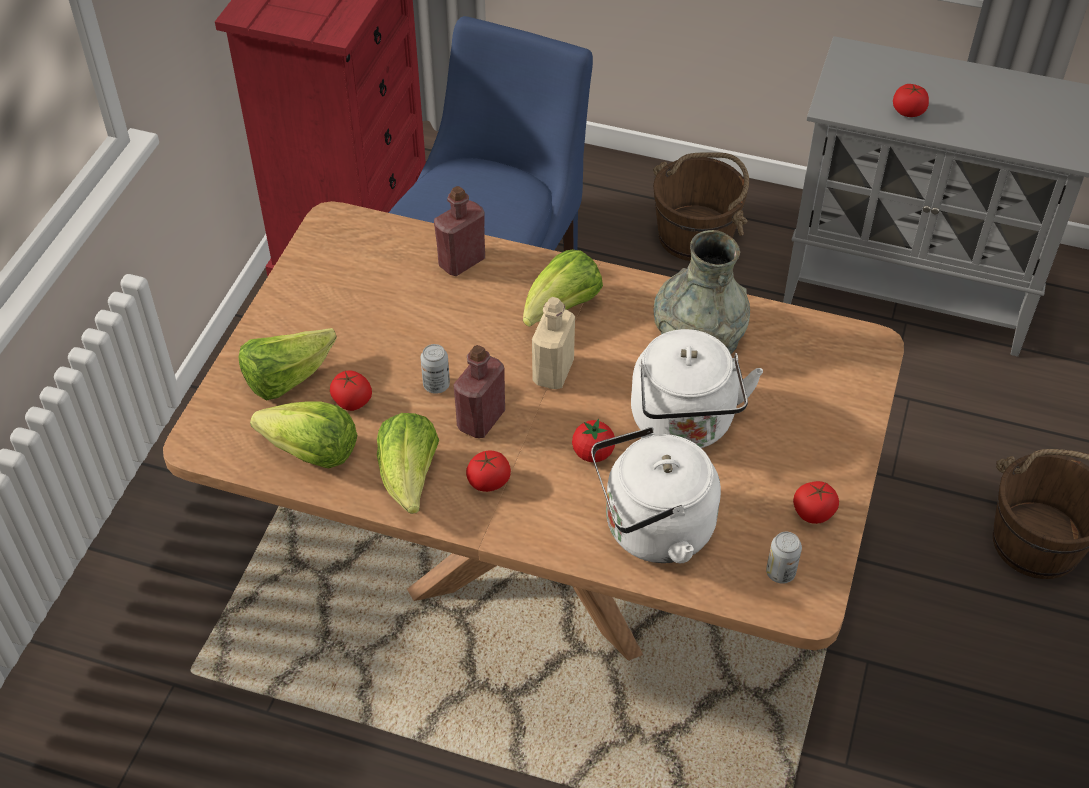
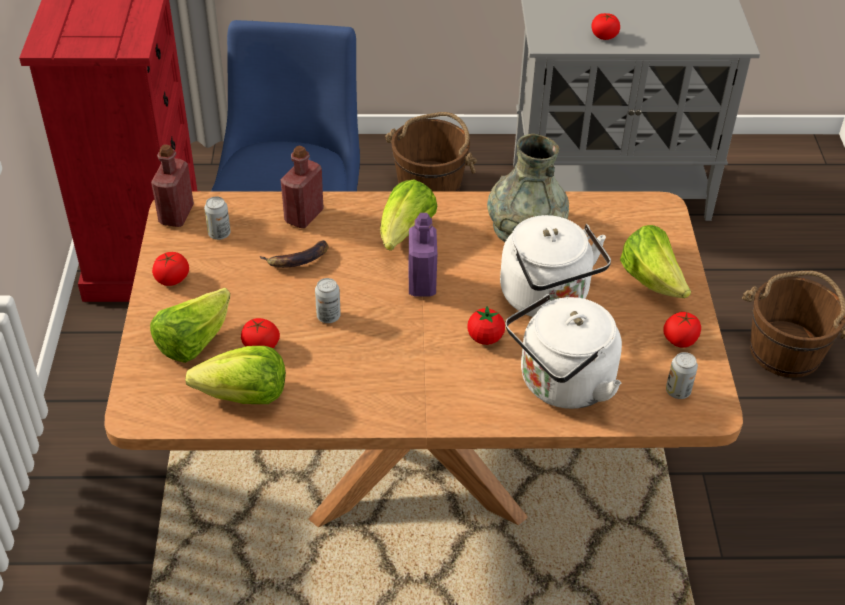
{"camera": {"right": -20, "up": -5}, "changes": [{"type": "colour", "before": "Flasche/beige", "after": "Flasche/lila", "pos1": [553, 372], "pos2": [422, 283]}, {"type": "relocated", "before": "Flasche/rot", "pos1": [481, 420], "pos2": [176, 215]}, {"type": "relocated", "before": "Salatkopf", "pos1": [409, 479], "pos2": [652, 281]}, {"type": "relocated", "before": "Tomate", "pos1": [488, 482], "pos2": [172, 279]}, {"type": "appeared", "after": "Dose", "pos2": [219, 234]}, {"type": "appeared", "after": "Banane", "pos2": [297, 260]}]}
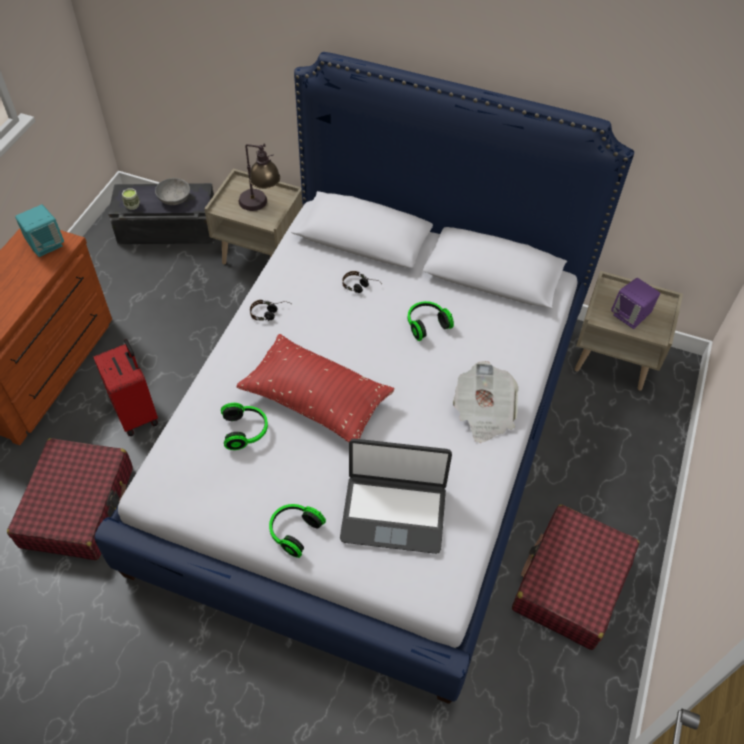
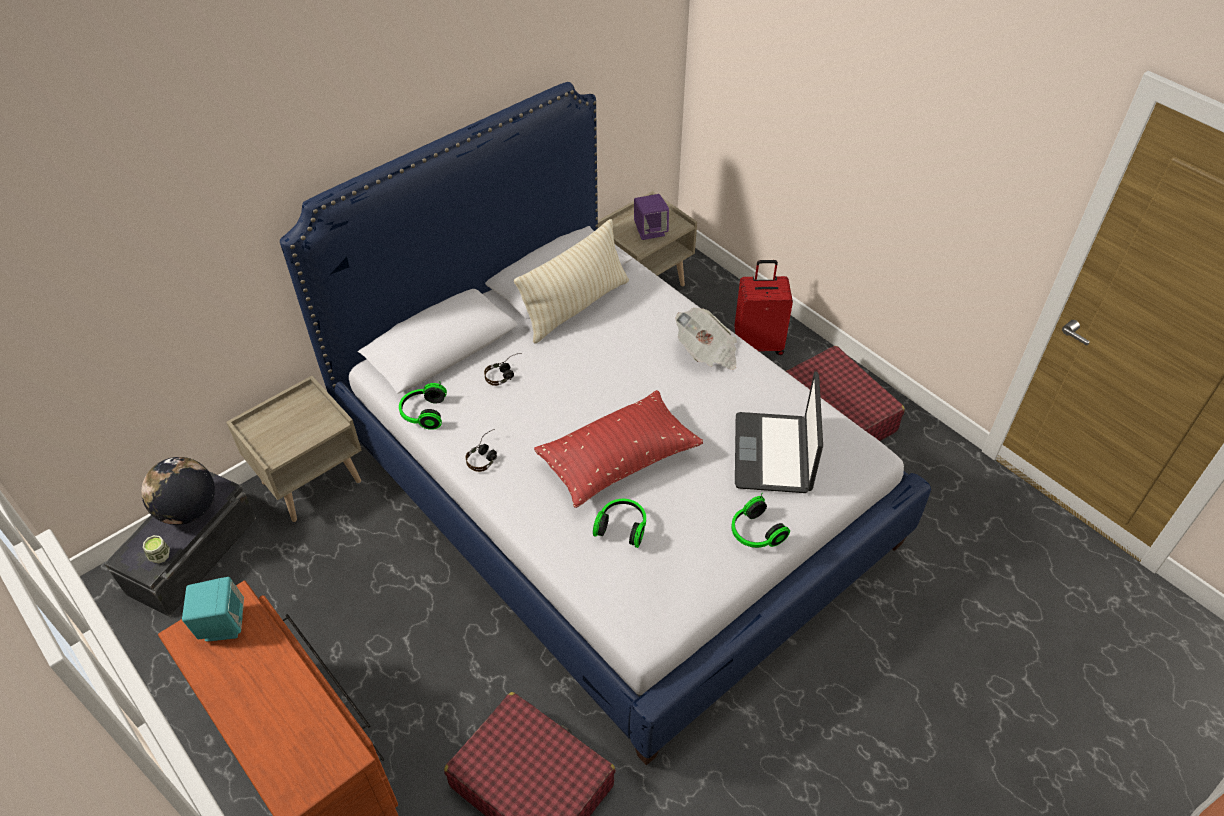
{"camera": {"right": -60, "up": -5}, "changes": [{"type": "missing", "before": "Tischlampe", "pos1": [260, 206]}, {"type": "exchanged", "before": "Schüssel/grau", "after": "Globus", "pos1": [174, 198], "pos2": [188, 510]}, {"type": "relocated", "before": "Kopfhörer", "pos1": [426, 324], "pos2": [423, 413]}, {"type": "relocated", "before": "Koffer/rot", "pos1": [137, 413], "pos2": [758, 344]}, {"type": "spun", "before": "Laptop", "pos1": [393, 513], "pos2": [774, 454], "turn": 150}, {"type": "appeared", "after": "Kissen/beige", "pos2": [575, 306]}]}
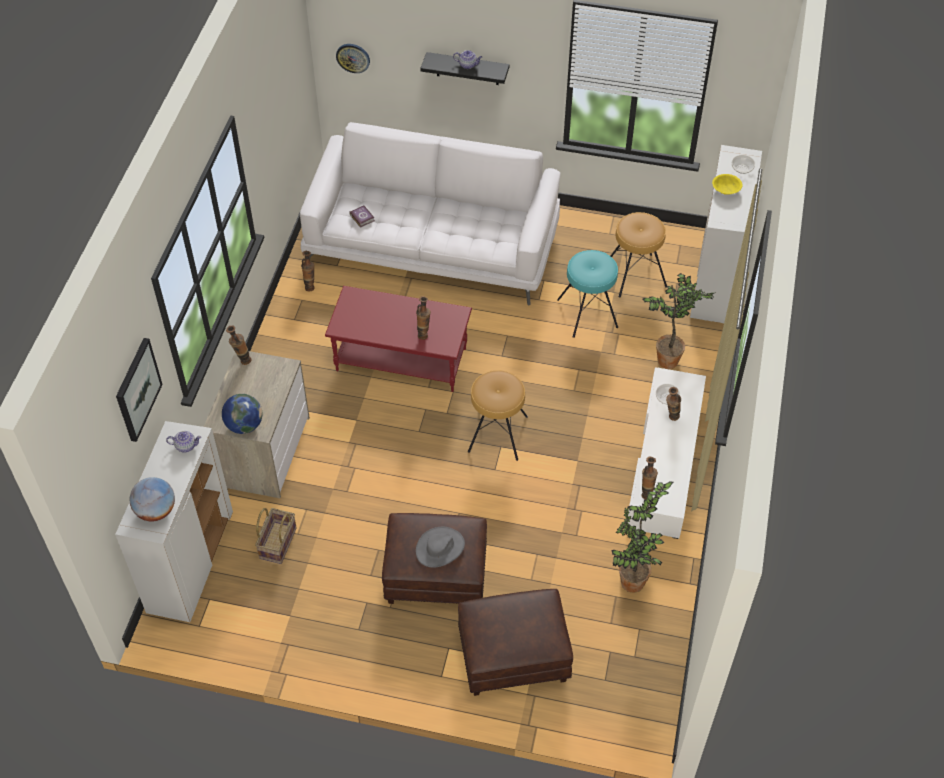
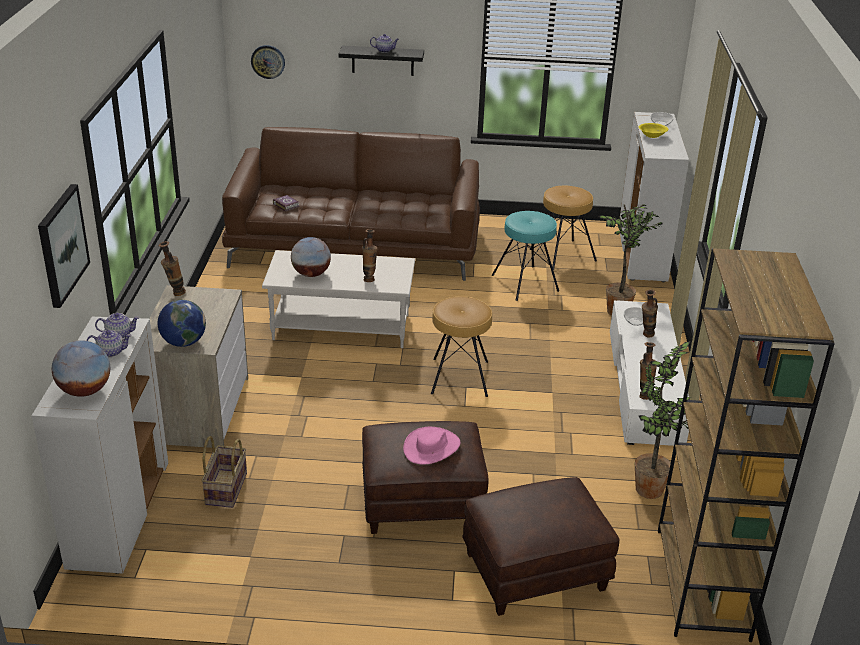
{"camera": {"right": -10, "up": -20}, "changes": [{"type": "colour", "before": "Sofa/weiß", "after": "Sofa/braun", "pos1": [433, 243], "pos2": [356, 244]}, {"type": "missing", "before": "Vase", "pos1": [310, 286]}, {"type": "colour", "before": "Couchtisch/rot", "after": "Couchtisch/weiß", "pos1": [402, 359], "pos2": [342, 326]}, {"type": "colour", "before": "Hut/grau", "after": "Hut/rosa", "pos1": [440, 548], "pos2": [432, 447]}, {"type": "appeared", "after": "Globus", "pos2": [311, 274]}, {"type": "appeared", "after": "Bücherregal/braun", "pos2": [703, 584]}, {"type": "appeared", "after": "Teekanne", "pos2": [111, 352]}]}
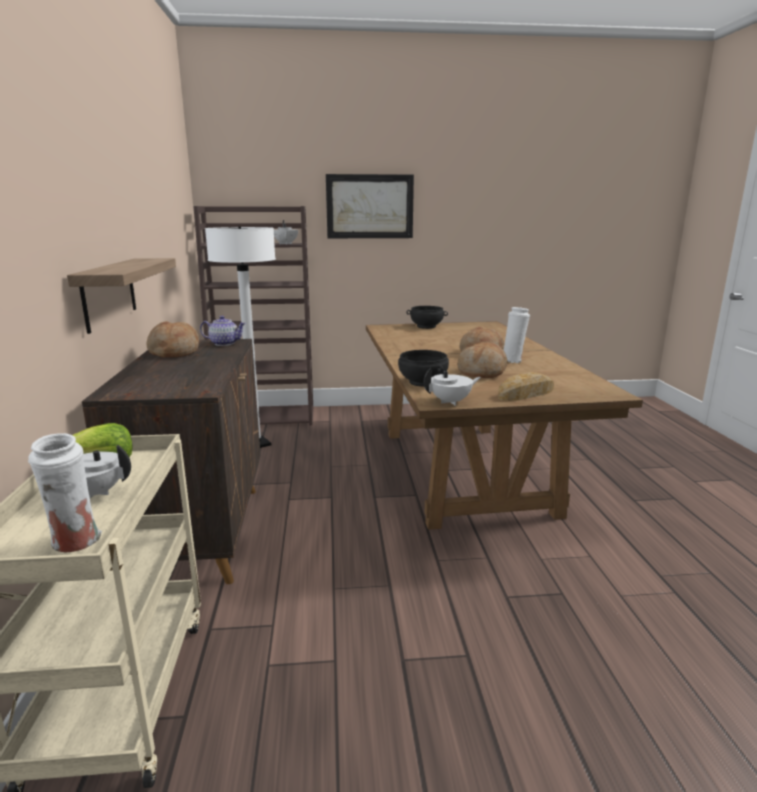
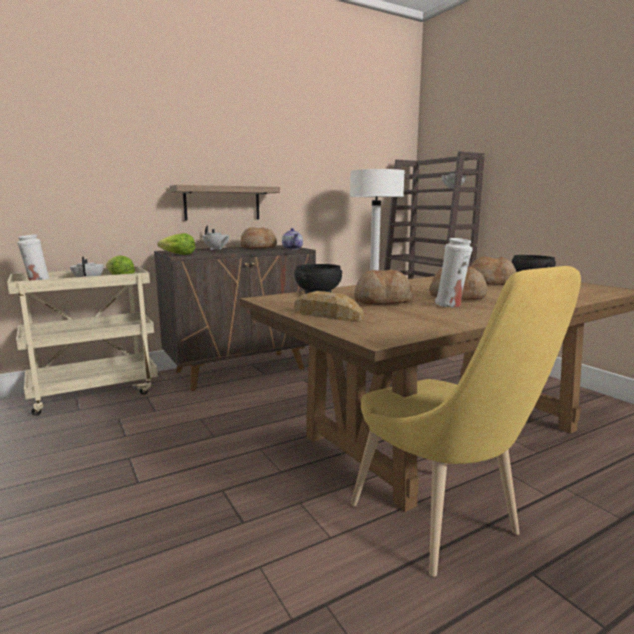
{"camera": {"right": 65, "up": -5}, "changes": [{"type": "missing", "before": "Bild", "pos1": [369, 206]}, {"type": "relocated", "before": "Teekanne/weiß", "pos1": [451, 402], "pos2": [216, 249]}, {"type": "appeared", "after": "Salatkopf", "pos2": [177, 255]}, {"type": "appeared", "after": "Brot", "pos2": [491, 282]}, {"type": "appeared", "after": "Stuhl/gelb", "pos2": [441, 525]}]}
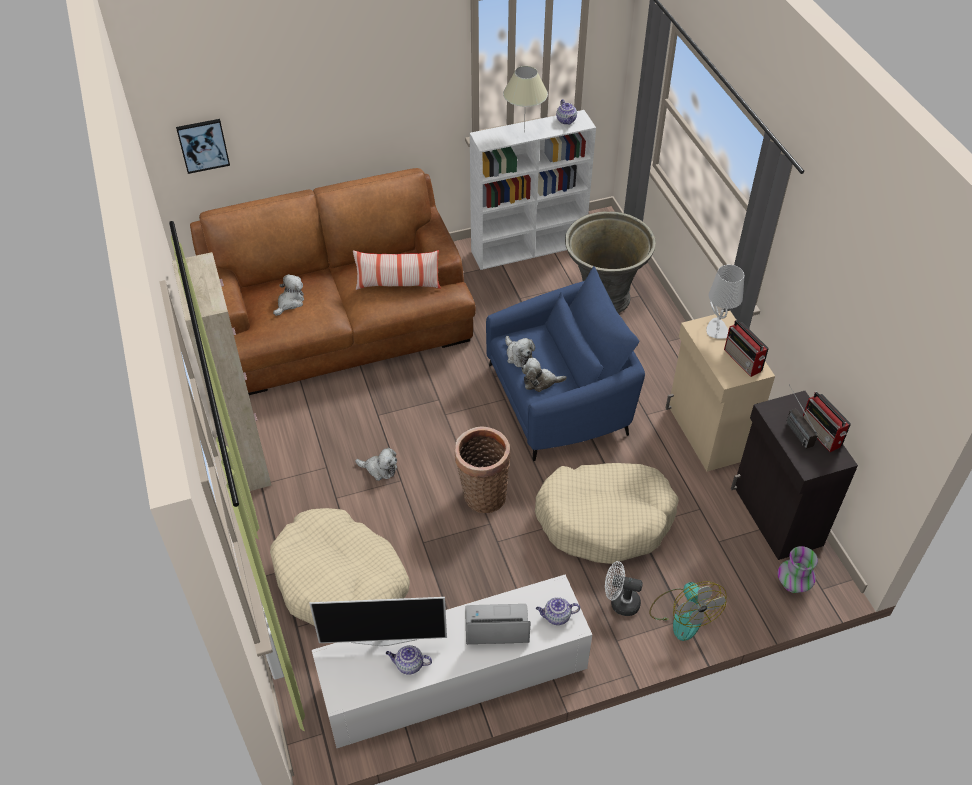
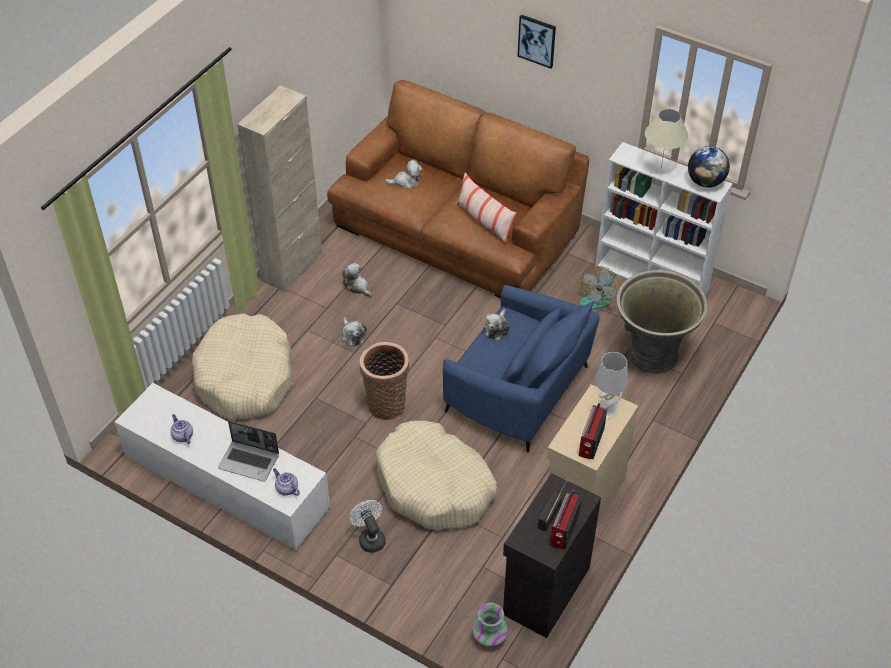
{"camera": {"right": 50, "up": 0}, "changes": [{"type": "exchanged", "before": "Teekanne", "after": "Globus", "pos1": [566, 121], "pos2": [705, 182]}, {"type": "relocated", "before": "Bild", "pos1": [203, 145], "pos2": [537, 40]}, {"type": "relocated", "before": "Plüschtier", "pos1": [540, 382], "pos2": [357, 286]}, {"type": "relocated", "before": "Ventilator", "pos1": [683, 614], "pos2": [599, 297]}, {"type": "missing", "before": "Fernseher", "pos1": [384, 640]}, {"type": "spun", "before": "Laptop", "pos1": [496, 626], "pos2": [250, 461], "turn": 150}]}
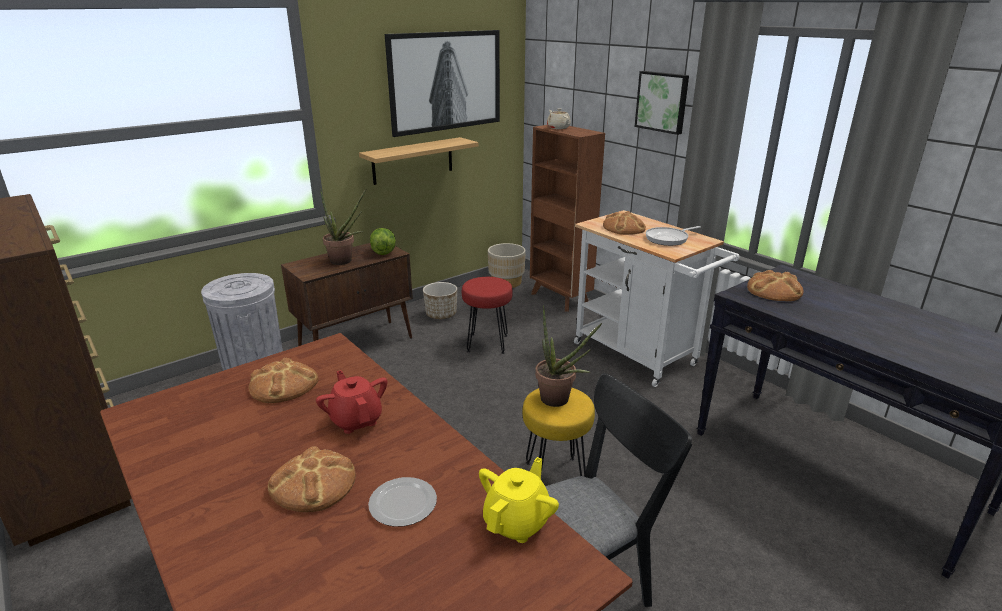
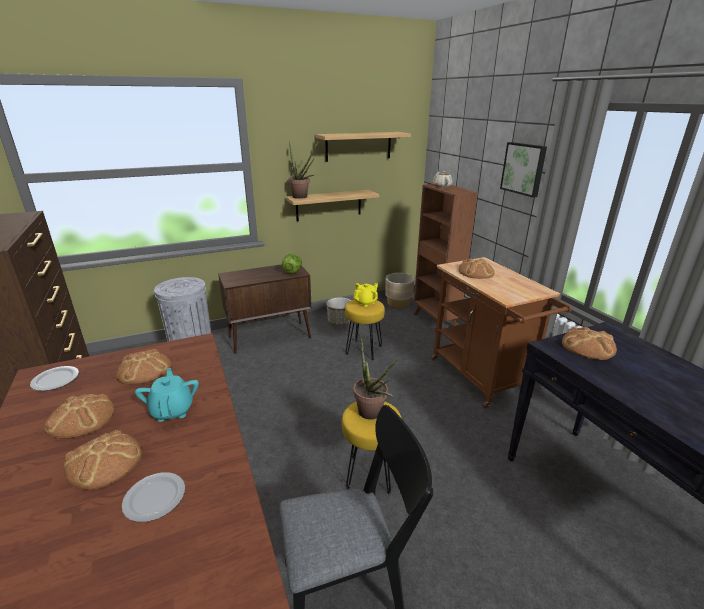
{"camera": {"right": 15, "up": 0}, "changes": [{"type": "exchanged", "before": "Bild", "after": "Wandregal", "pos1": [445, 81], "pos2": [358, 146]}, {"type": "relocated", "before": "Topfpflanze", "pos1": [345, 261], "pos2": [302, 197]}, {"type": "colour", "before": "Rollwagen/weiß", "after": "Rollwagen/braun", "pos1": [640, 357], "pos2": [483, 380]}, {"type": "missing", "before": "Pfanne", "pos1": [669, 239]}, {"type": "colour", "before": "Hocker/rot", "after": "Hocker/gelb", "pos1": [488, 343], "pos2": [364, 349]}, {"type": "colour", "before": "Teekanne/rot", "after": "Teekanne/türkis", "pos1": [356, 420], "pos2": [172, 410]}, {"type": "relocated", "before": "Teekanne/gelb", "pos1": [517, 522], "pos2": [366, 302]}, {"type": "appeared", "after": "Teller", "pos2": [56, 380]}, {"type": "appeared", "after": "Brot", "pos2": [81, 418]}]}
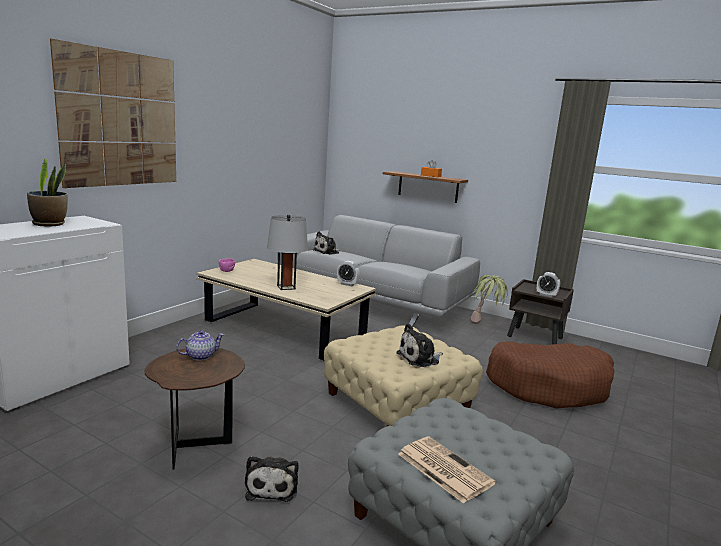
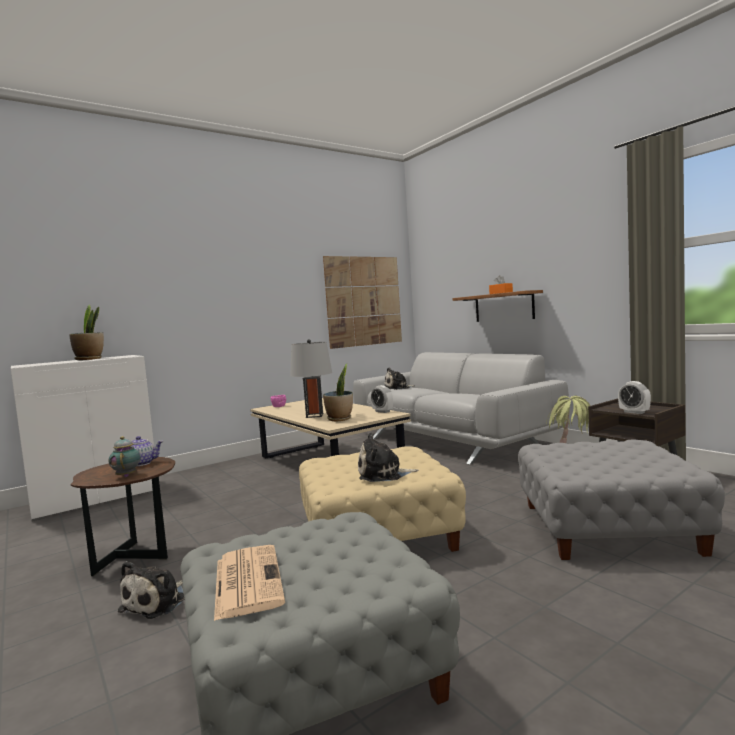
{"camera": {"right": 25, "up": -10}, "changes": [{"type": "relocated", "before": "Bild", "pos1": [120, 119], "pos2": [364, 301]}, {"type": "exchanged", "before": "Hundebett/braun", "after": "Polsterhocker/grau", "pos1": [548, 386], "pos2": [607, 528]}, {"type": "appeared", "after": "Topfpflanze", "pos2": [340, 419]}, {"type": "appeared", "after": "Teekanne", "pos2": [127, 476]}]}
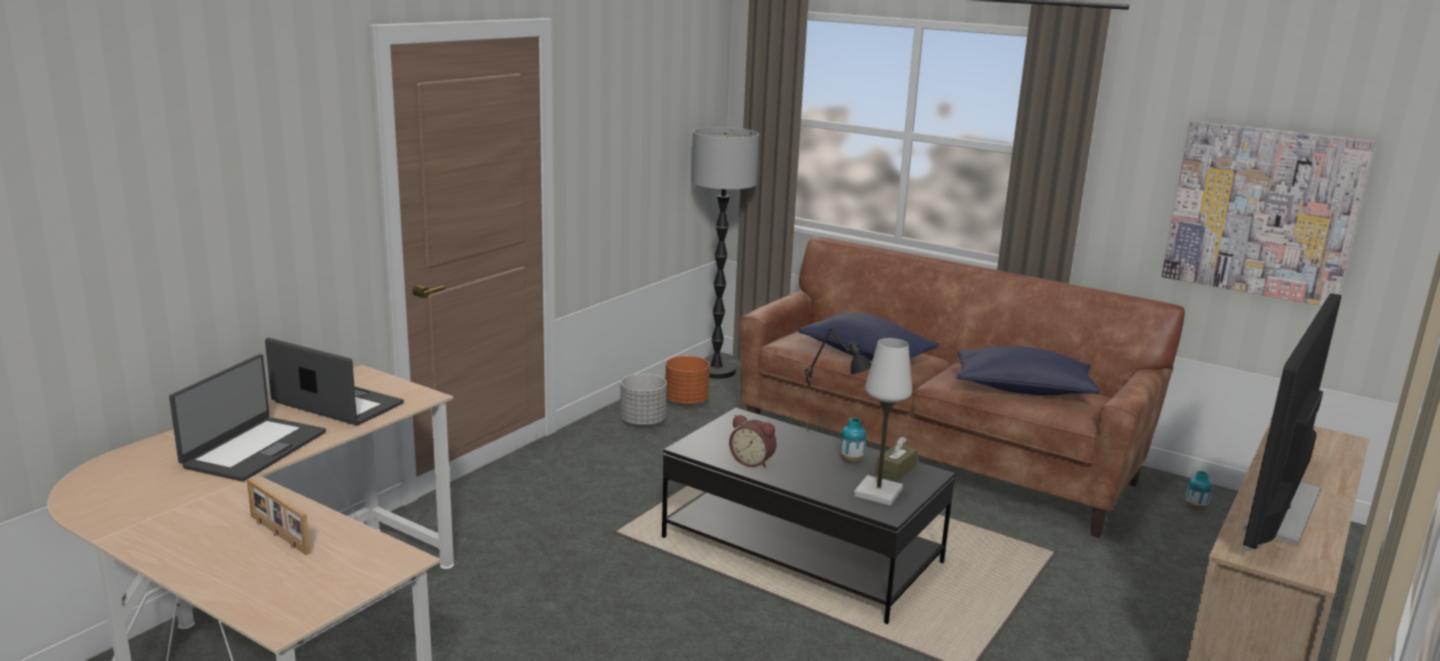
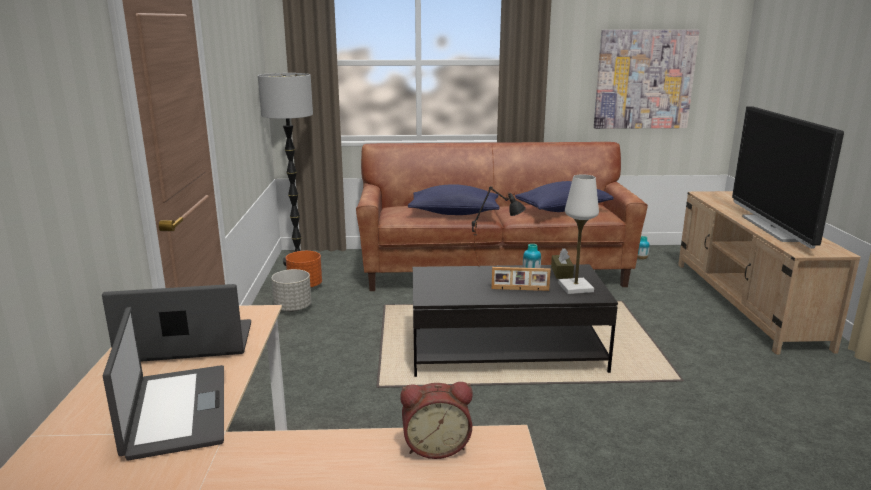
{"camera": {"right": -35, "up": 0}, "changes": [{"type": "relocated", "before": "Wecker", "pos1": [753, 461], "pos2": [436, 446]}, {"type": "relocated", "before": "Bilderrahmen", "pos1": [278, 535], "pos2": [520, 289]}]}
